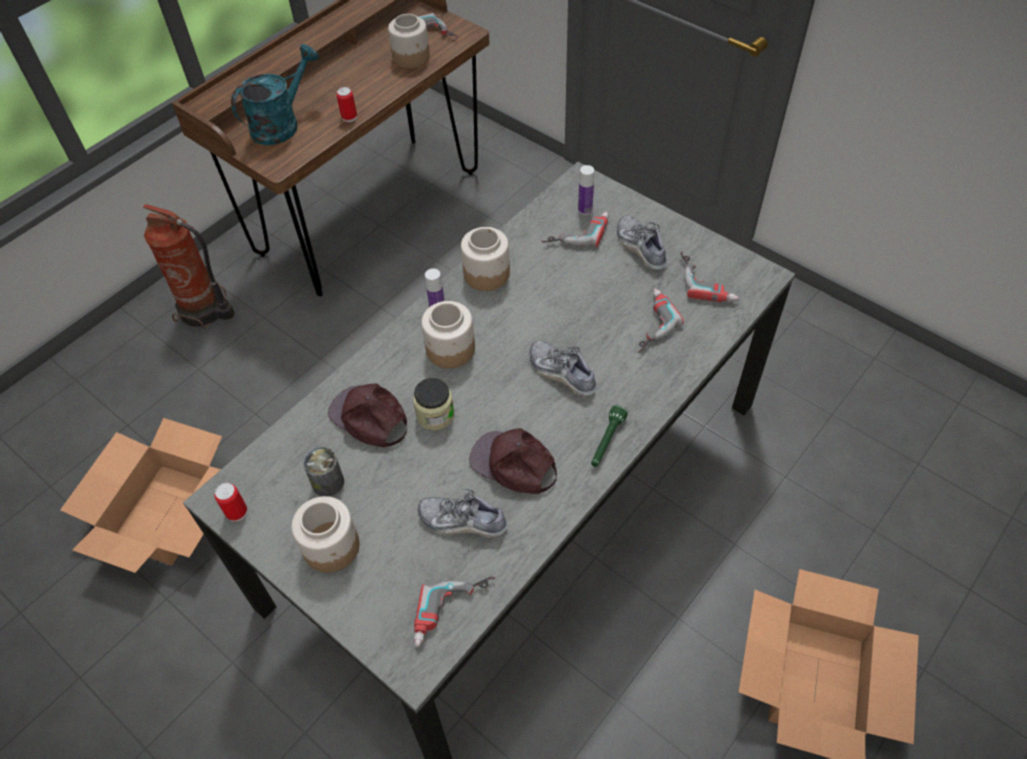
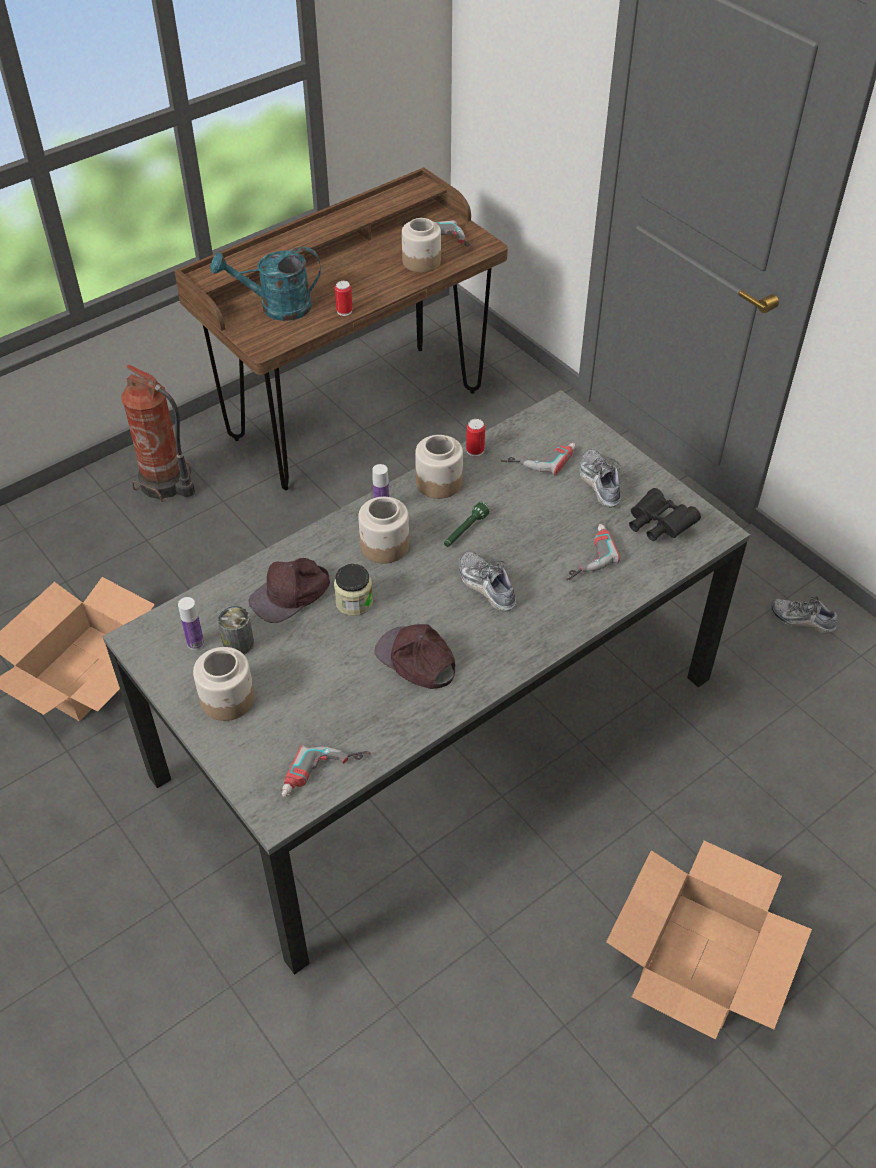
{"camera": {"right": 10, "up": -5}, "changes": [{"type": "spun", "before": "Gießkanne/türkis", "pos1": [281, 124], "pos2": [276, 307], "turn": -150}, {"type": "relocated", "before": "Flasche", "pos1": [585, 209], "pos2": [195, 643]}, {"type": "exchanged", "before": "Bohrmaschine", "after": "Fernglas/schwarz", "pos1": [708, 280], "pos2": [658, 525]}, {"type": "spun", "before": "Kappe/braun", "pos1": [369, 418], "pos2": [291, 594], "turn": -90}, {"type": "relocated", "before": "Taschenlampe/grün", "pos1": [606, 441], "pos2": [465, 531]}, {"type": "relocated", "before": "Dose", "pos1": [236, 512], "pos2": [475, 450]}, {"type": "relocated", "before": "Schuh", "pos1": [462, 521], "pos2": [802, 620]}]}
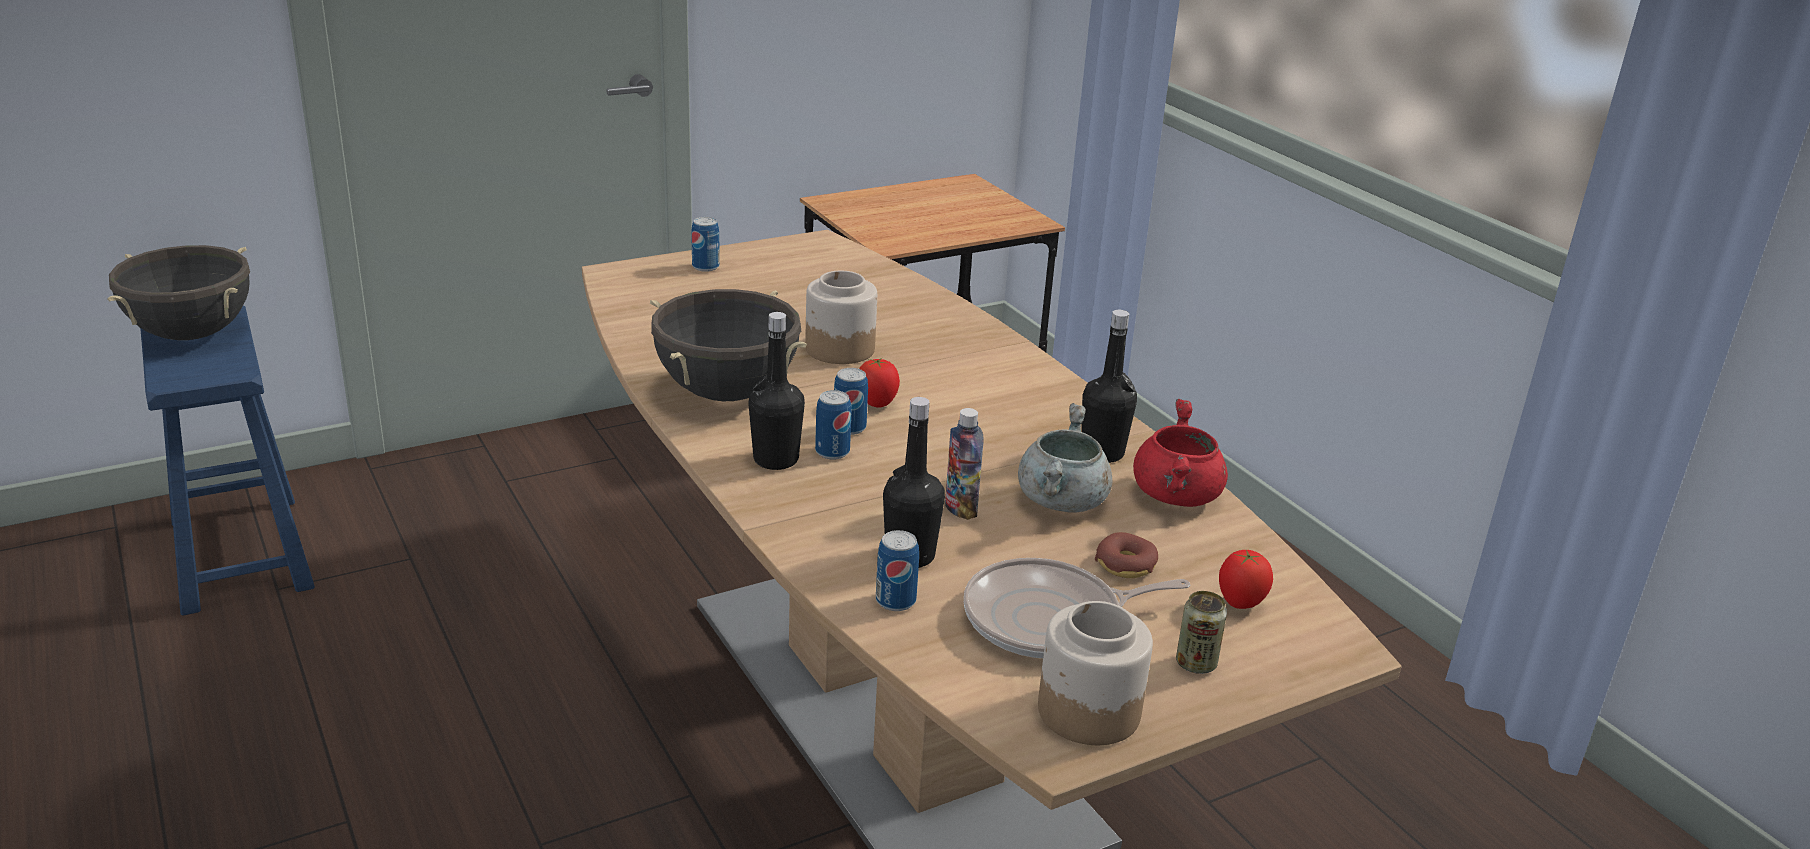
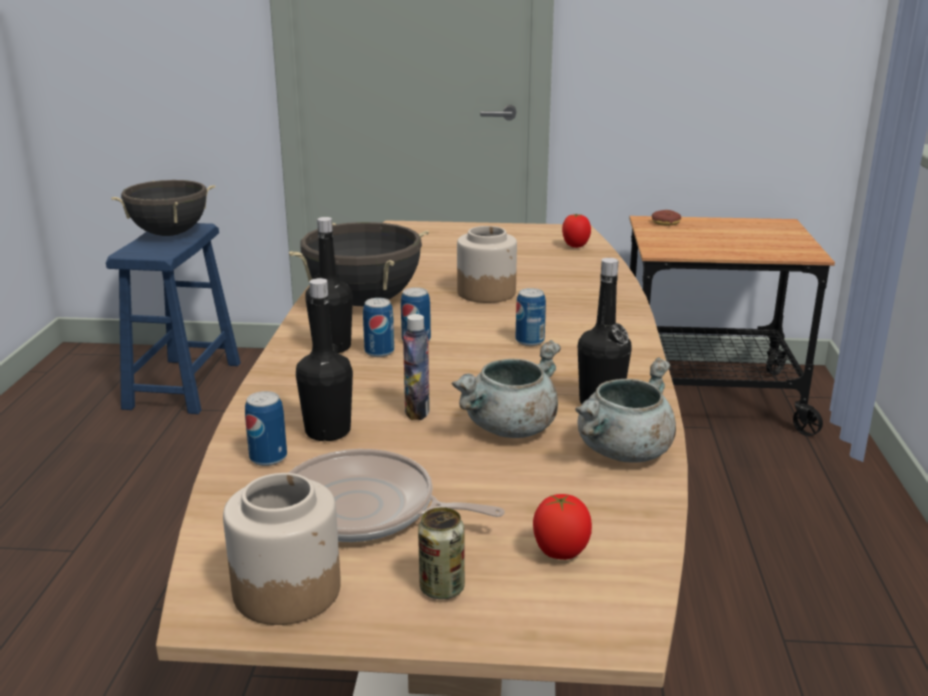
{"camera": {"right": 35, "up": -5}, "changes": [{"type": "relocated", "before": "Dose", "pos1": [705, 267], "pos2": [529, 341]}, {"type": "relocated", "before": "Tomate", "pos1": [877, 404], "pos2": [575, 246]}, {"type": "colour", "before": "Kochtopf/rot", "after": "Kochtopf/grau", "pos1": [1177, 497], "pos2": [624, 452]}, {"type": "relocated", "before": "Donut", "pos1": [1126, 564], "pos2": [665, 223]}]}
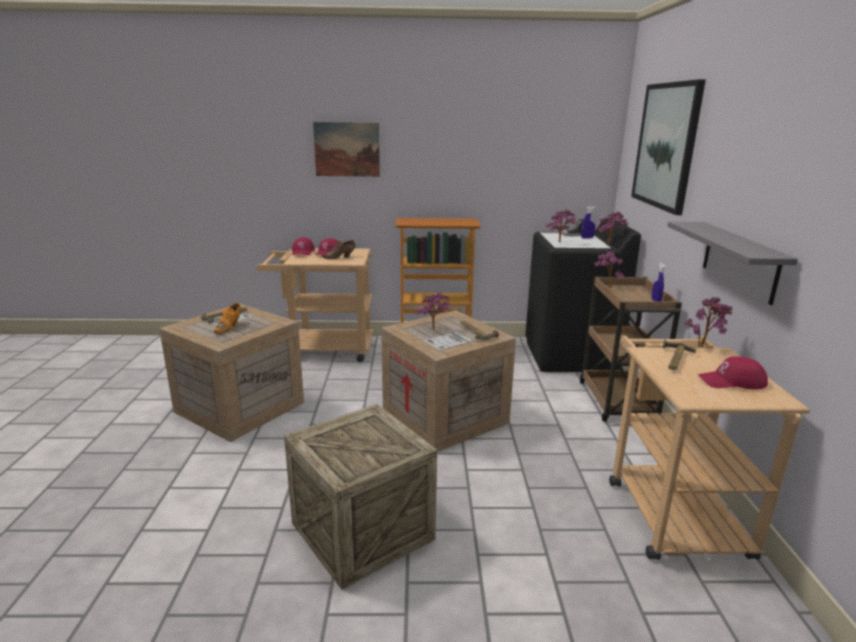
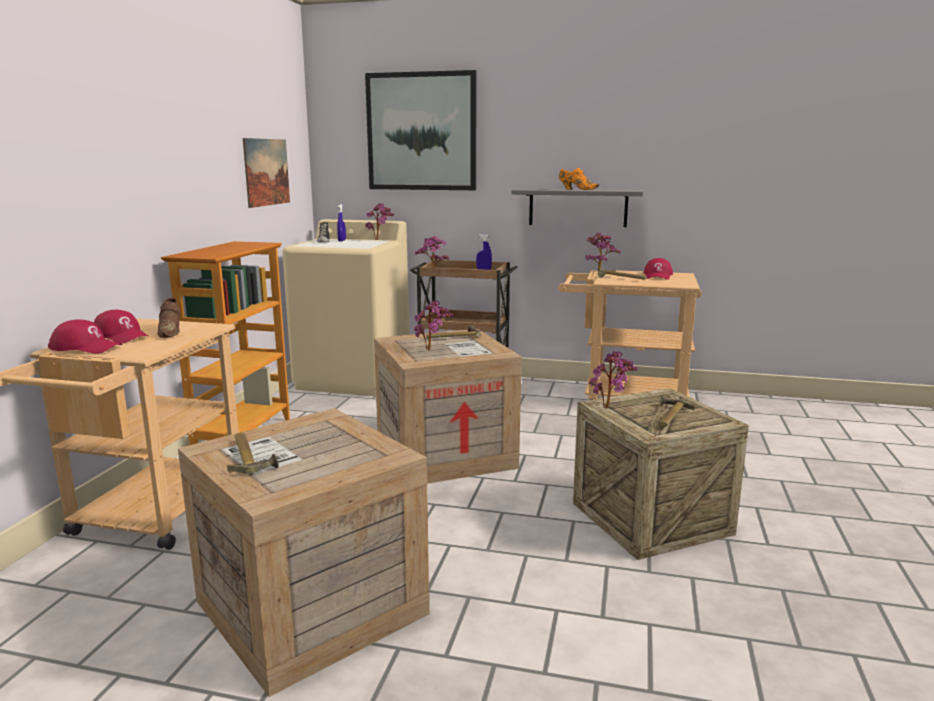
{"camera": {"right": -75, "up": -5}, "changes": [{"type": "relocated", "before": "Bild", "pos1": [347, 149], "pos2": [266, 172]}, {"type": "relocated", "before": "Topfpflanze", "pos1": [560, 242], "pos2": [610, 408]}, {"type": "colour", "before": "Waschmaschine/schwarz", "after": "Waschmaschine/beige", "pos1": [570, 356], "pos2": [354, 379]}, {"type": "relocated", "before": "Schuh/orange", "pos1": [229, 328], "pos2": [576, 189]}, {"type": "appeared", "after": "Hammer", "pos2": [668, 416]}]}
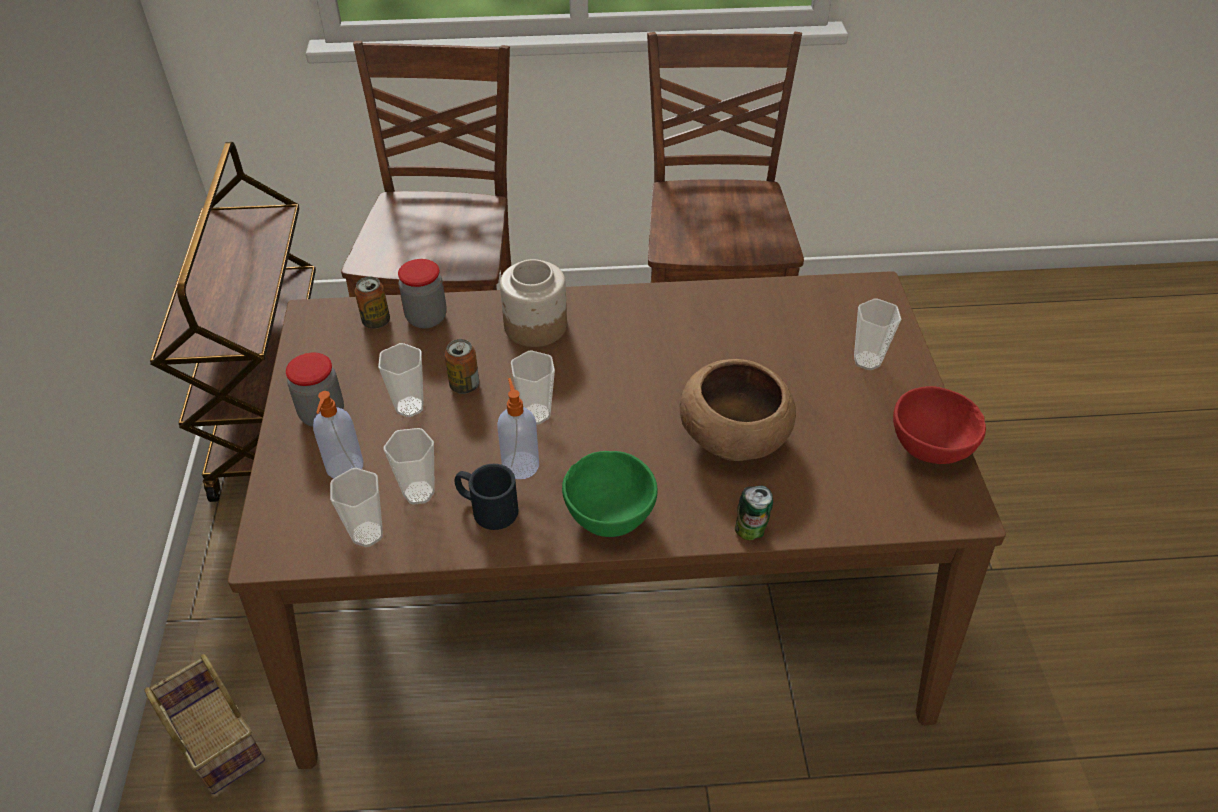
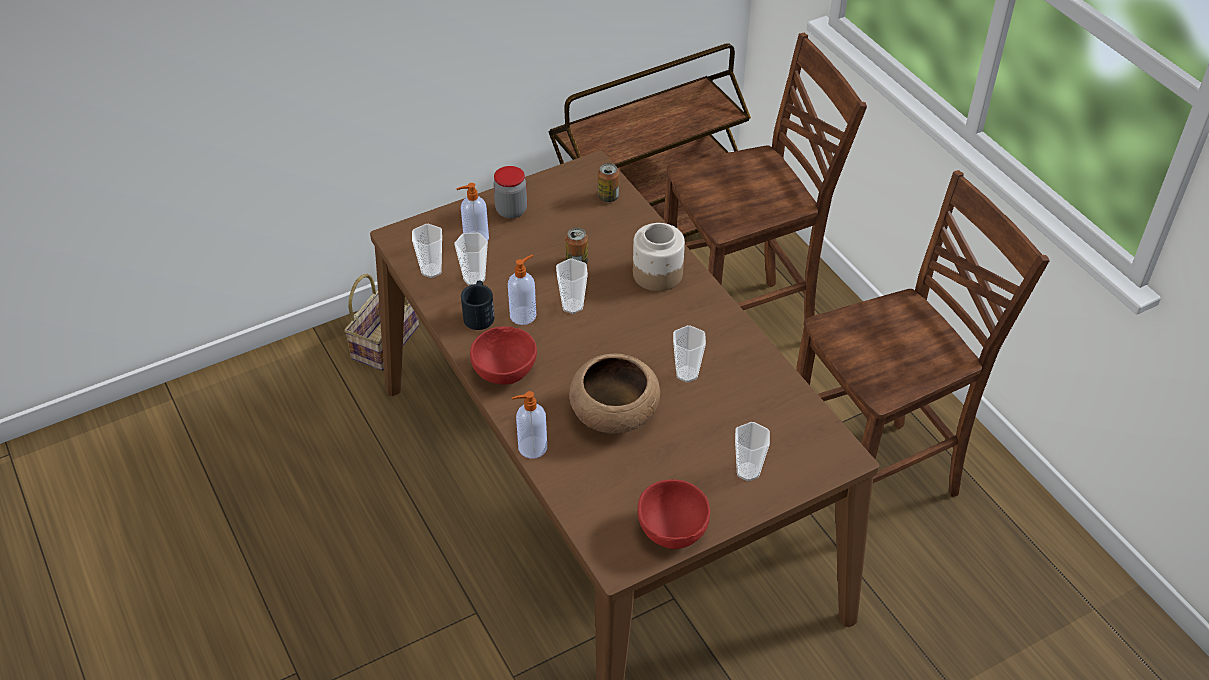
{"camera": {"right": 65, "up": 0}, "changes": [{"type": "missing", "before": "Vorratsglas", "pos1": [426, 318]}, {"type": "relocated", "before": "Tasse", "pos1": [409, 406], "pos2": [687, 374]}, {"type": "colour", "before": "Schüssel/grün", "after": "Schüssel/rot", "pos1": [610, 515], "pos2": [506, 372]}, {"type": "exchanged", "before": "Dose", "after": "Seifenspender", "pos1": [750, 531], "pos2": [531, 447]}]}
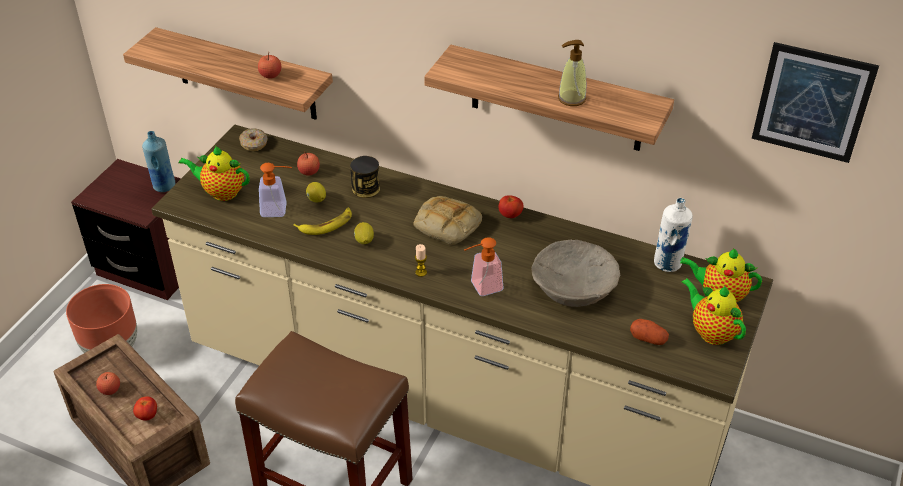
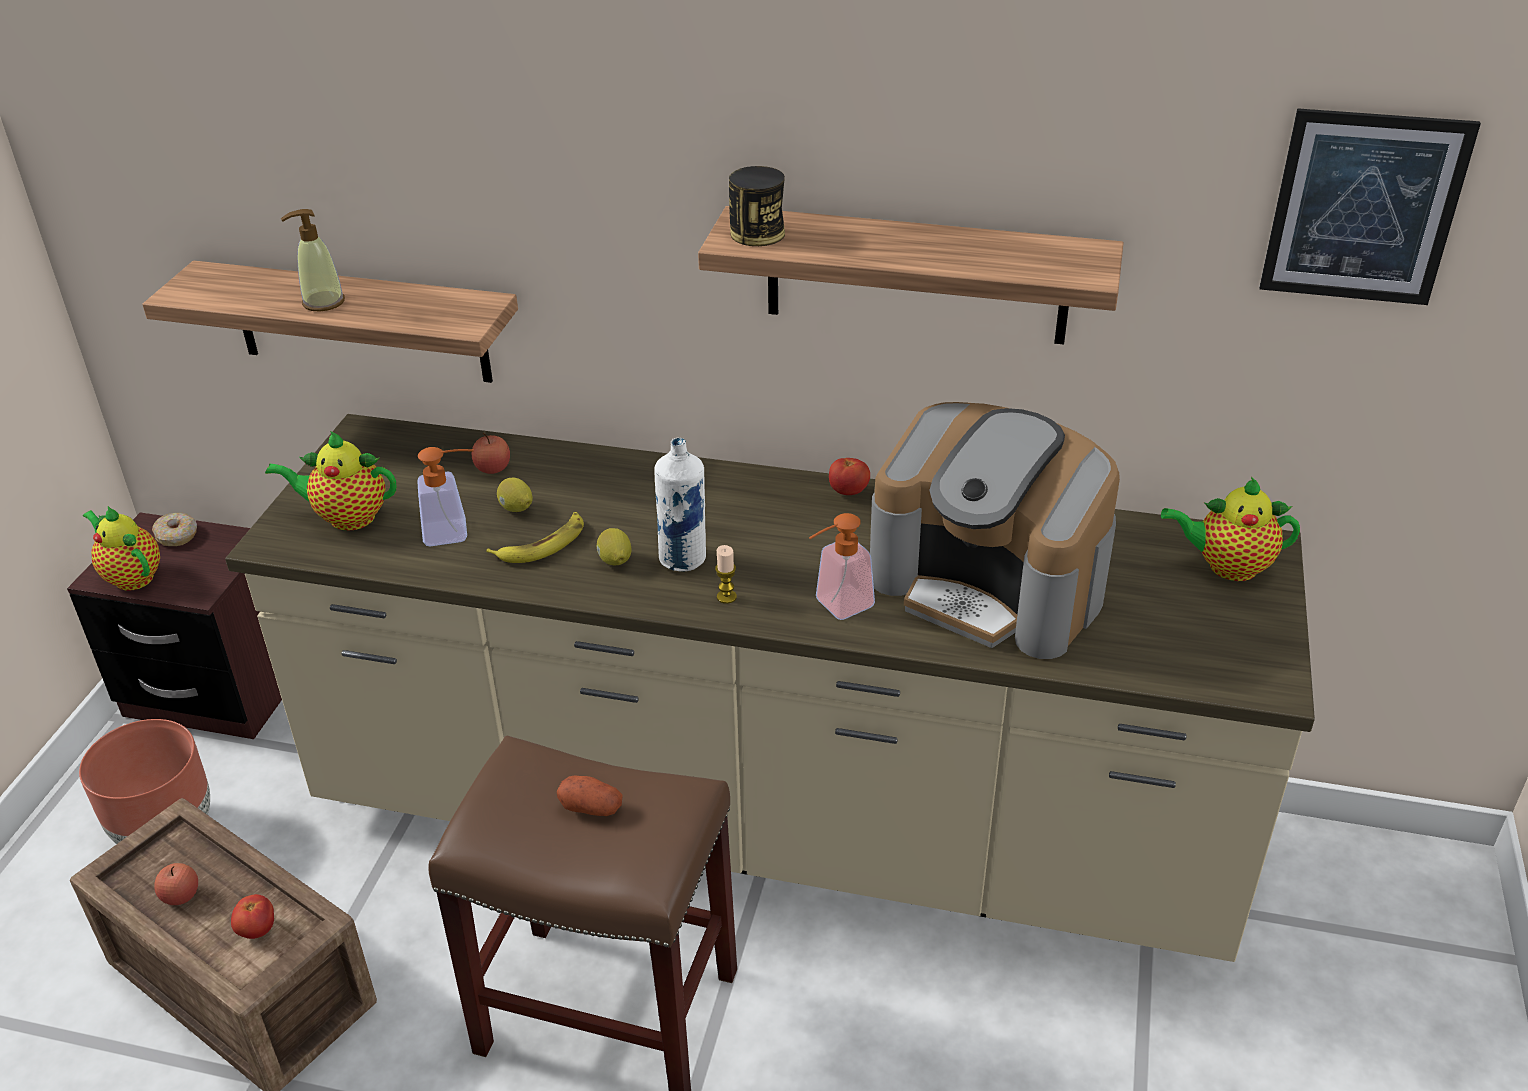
{"camera": {"right": -10, "up": -5}, "changes": [{"type": "relocated", "before": "Seifenspender", "pos1": [571, 98], "pos2": [323, 302]}, {"type": "missing", "before": "Apfel", "pos1": [270, 75]}, {"type": "relocated", "before": "Donut", "pos1": [254, 144], "pos2": [177, 536]}, {"type": "missing", "before": "Flasche/blau", "pos1": [164, 186]}, {"type": "relocated", "before": "Dose", "pos1": [366, 188], "pos2": [757, 234]}, {"type": "missing", "before": "Brot", "pos1": [446, 225]}, {"type": "relocated", "before": "Flasche/weiß", "pos1": [668, 263], "pos2": [683, 559]}, {"type": "exchanged", "before": "Schüssel/beige", "after": "Kaffeemaschine", "pos1": [574, 287], "pos2": [990, 585]}, {"type": "relocated", "before": "Teekanne", "pos1": [711, 332], "pos2": [131, 576]}, {"type": "relocated", "before": "Kartoffel", "pos1": [648, 338], "pos2": [591, 807]}]}
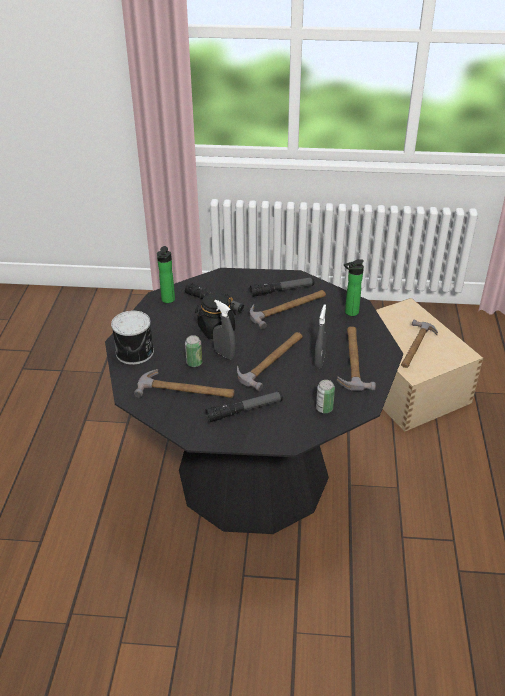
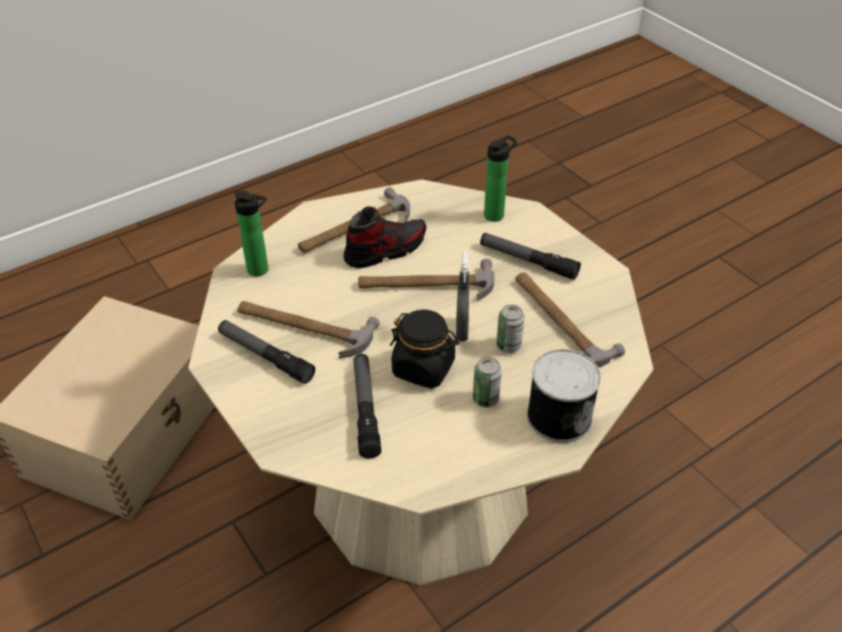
{"camera": {"right": -130, "up": 5}, "changes": [{"type": "relocated", "before": "Flasche", "pos1": [168, 300], "pos2": [496, 214]}, {"type": "colour", "before": "Esstisch/schwarz", "after": "Esstisch/beige", "pos1": [253, 473], "pos2": [420, 485]}, {"type": "exchanged", "before": "Sprühflasche/grau", "after": "Schuh", "pos1": [319, 361], "pos2": [385, 250]}, {"type": "missing", "before": "Hammer", "pos1": [415, 346]}, {"type": "relocated", "before": "Dose", "pos1": [324, 408], "pos2": [485, 399]}]}
